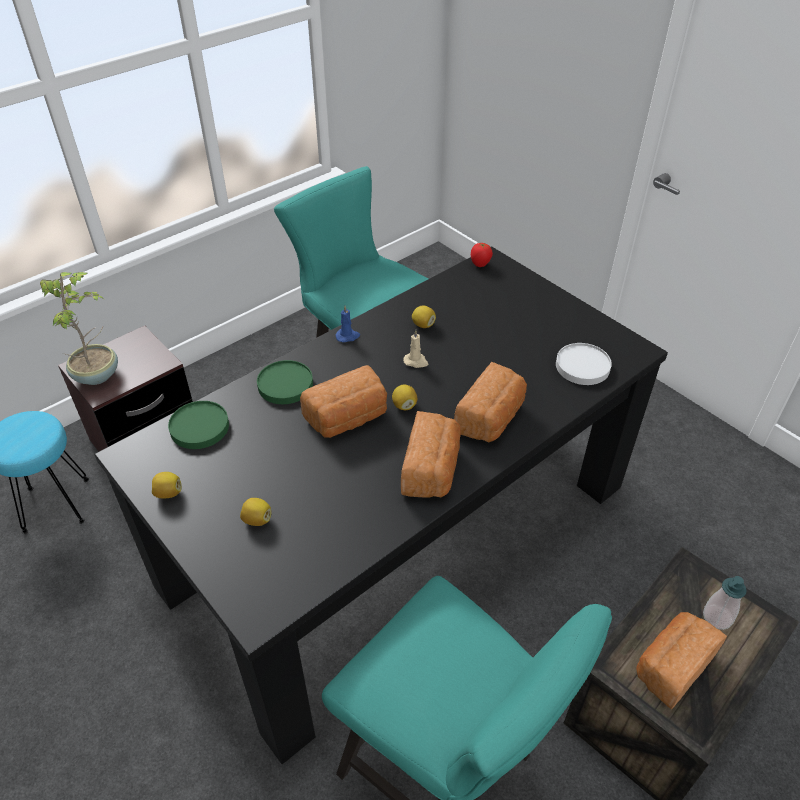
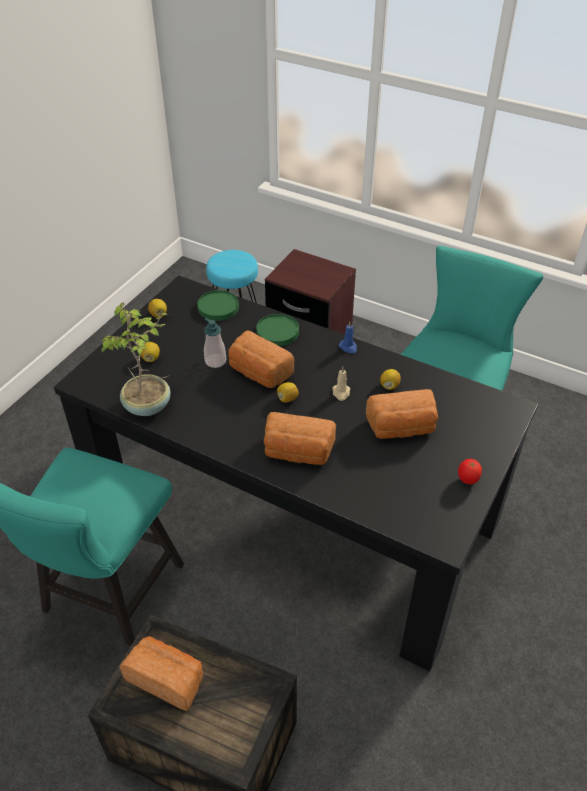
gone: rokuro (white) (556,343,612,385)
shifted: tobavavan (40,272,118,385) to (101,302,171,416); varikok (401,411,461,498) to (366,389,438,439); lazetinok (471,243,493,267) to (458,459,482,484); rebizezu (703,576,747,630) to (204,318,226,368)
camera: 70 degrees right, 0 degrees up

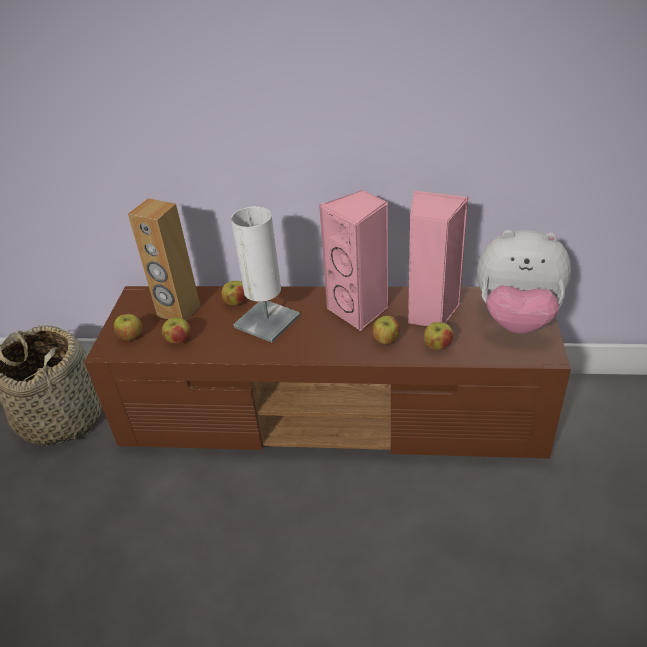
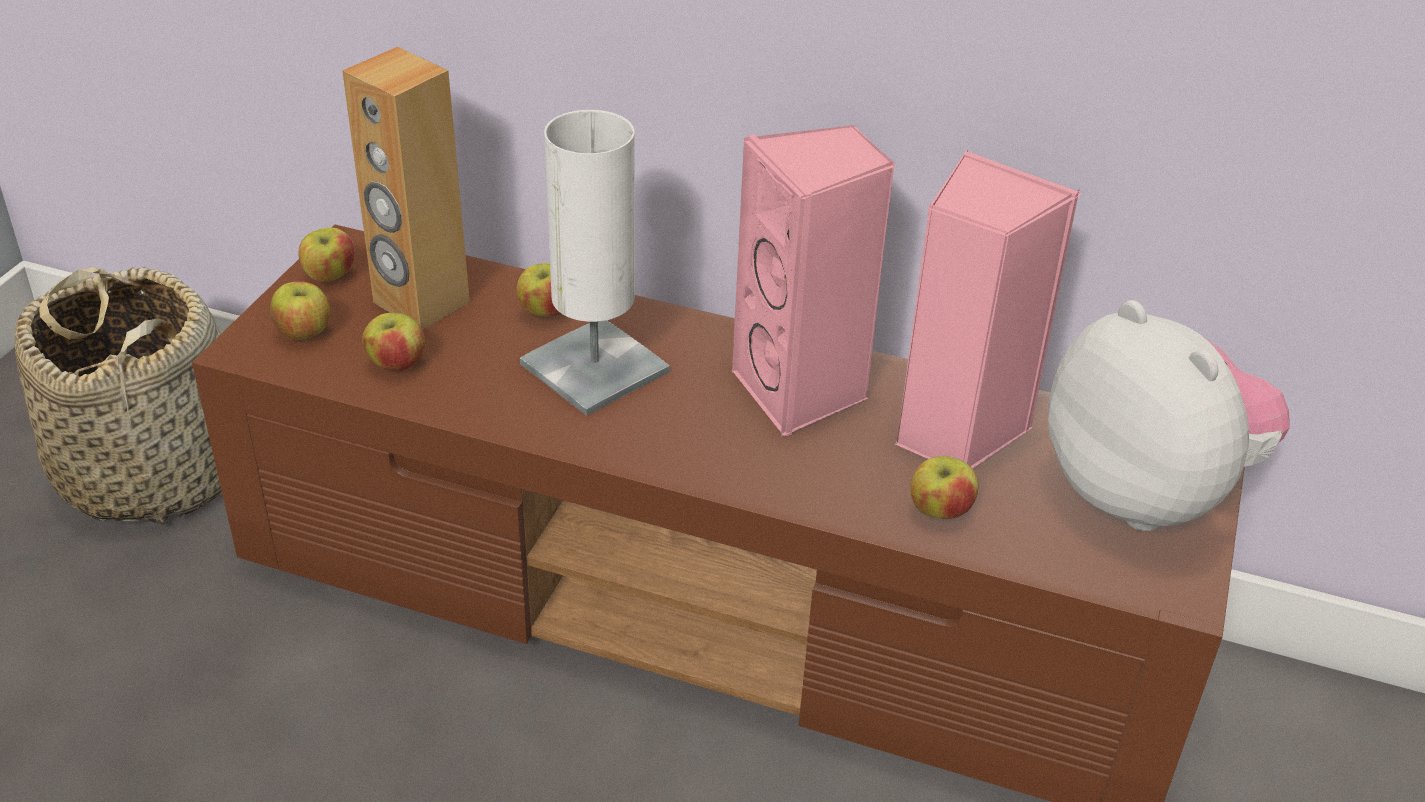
shifted: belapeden (372,316,400,344) to (298,227,355,283)
rotated: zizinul (477,230,571,333) = (1048,300,1290,531) 150 degrees counterclockwise
camera: 10 degrees right, 0 degrees up

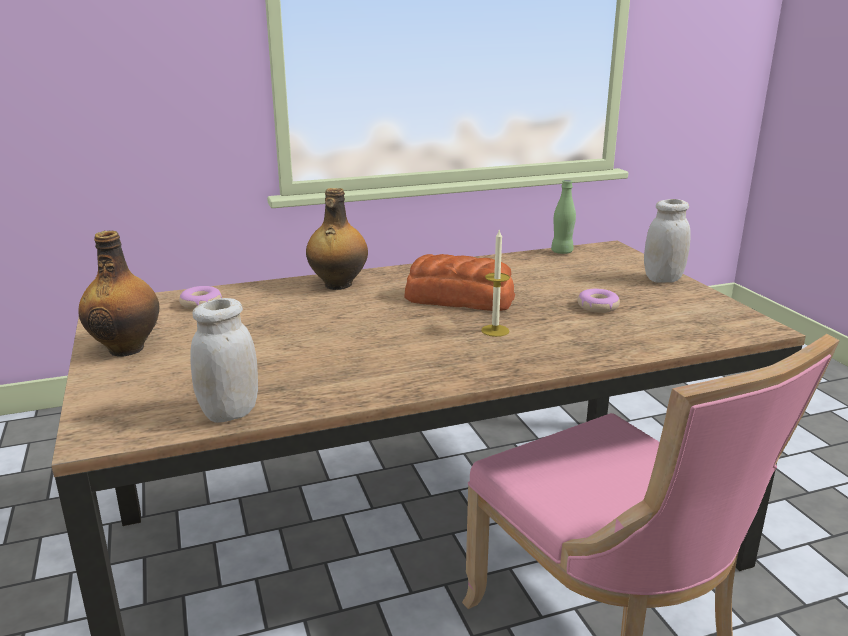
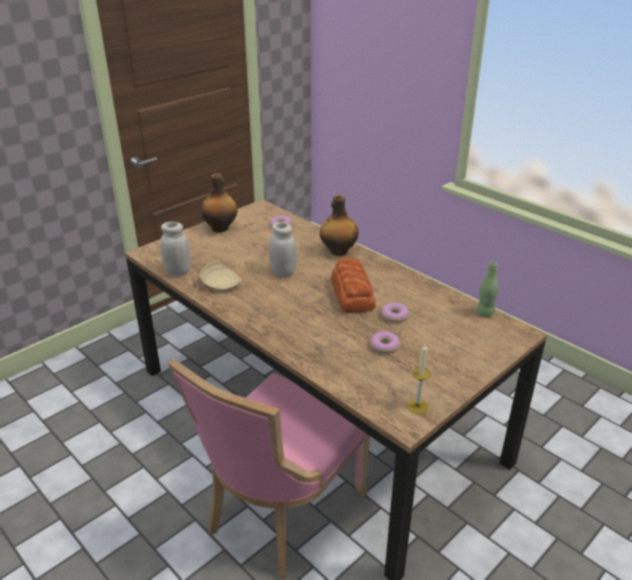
new: rokuro (beige) (200,262,241,291); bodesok (381,303,409,323)
shifted: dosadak (481,230,510,337) to (407,345,431,414); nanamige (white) (644,199,690,283) to (269,222,297,277)
camera: 65 degrees right, 10 degrees up

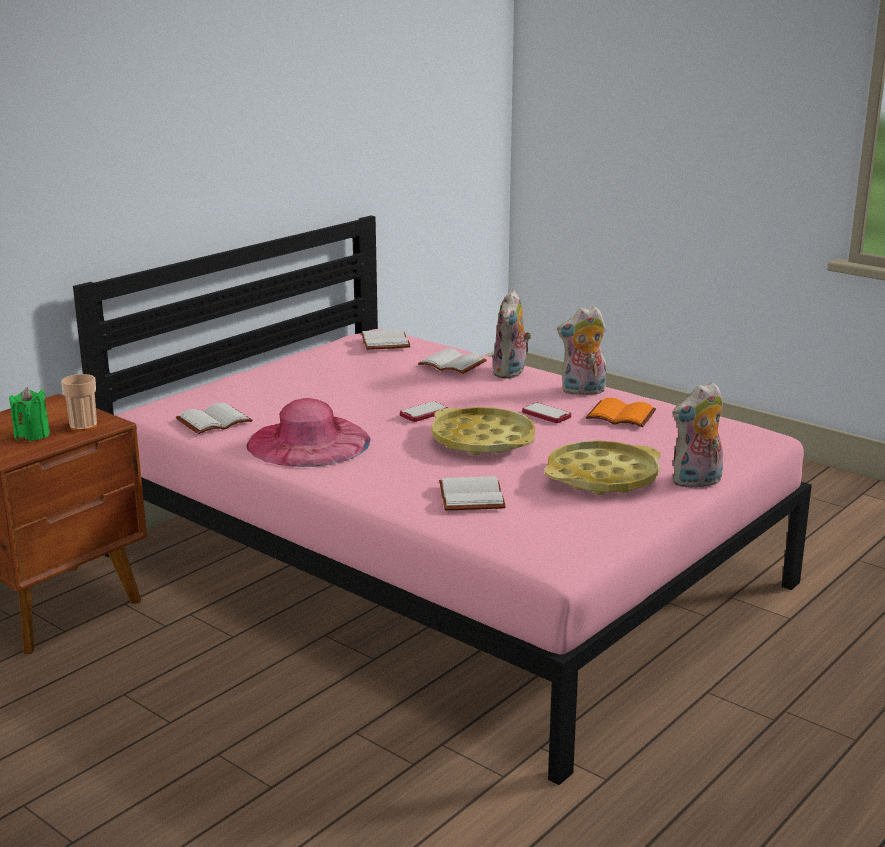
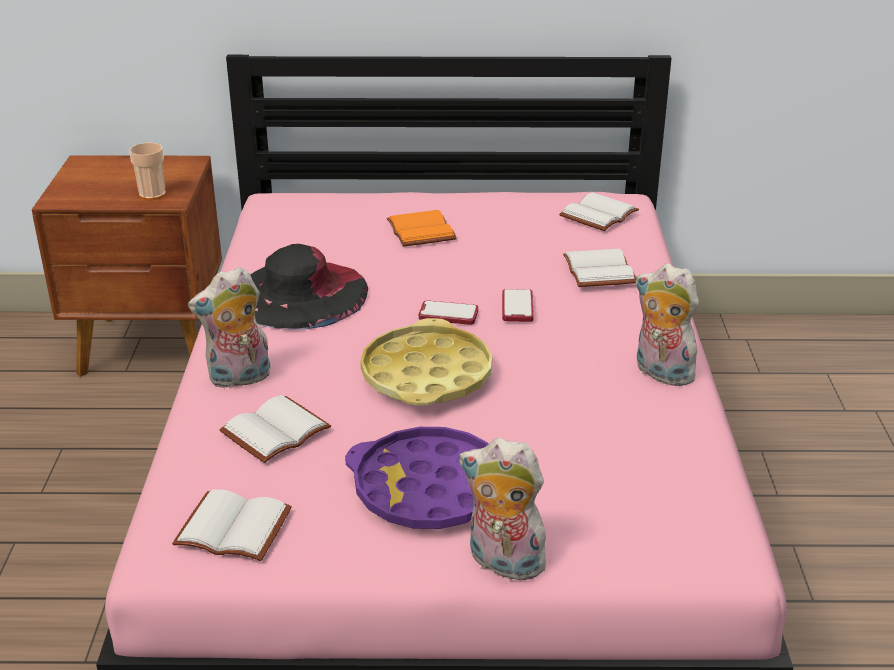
gone: dosadak (green) (9,387,50,441)
shifted: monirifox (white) (176,403,252,434) to (172,489,292,561); zizinul (493,289,531,379) to (188,267,271,389); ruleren (522,403,571,423) to (502,289,534,322); monirifox (orange) (586,398,656,427) to (387,210,457,247)
repainted: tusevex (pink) (247,398,371,467) to tusevex (black) (250,244,368,330); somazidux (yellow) (545,440,661,495) to somazidux (purple) (345,427,488,529)
camera: 50 degrees right, 10 degrees up

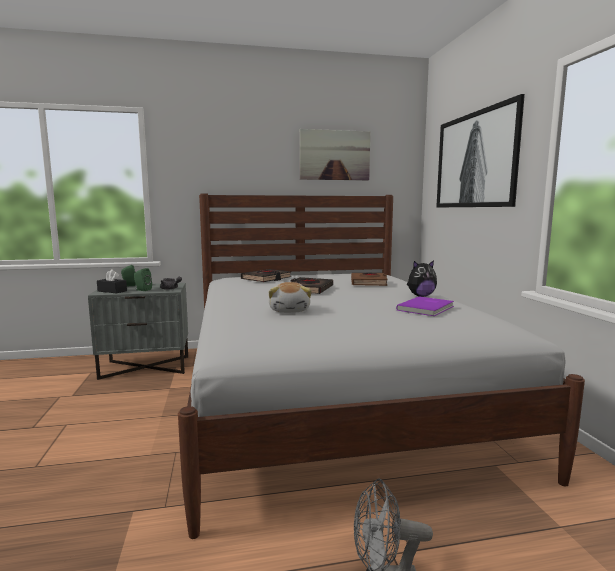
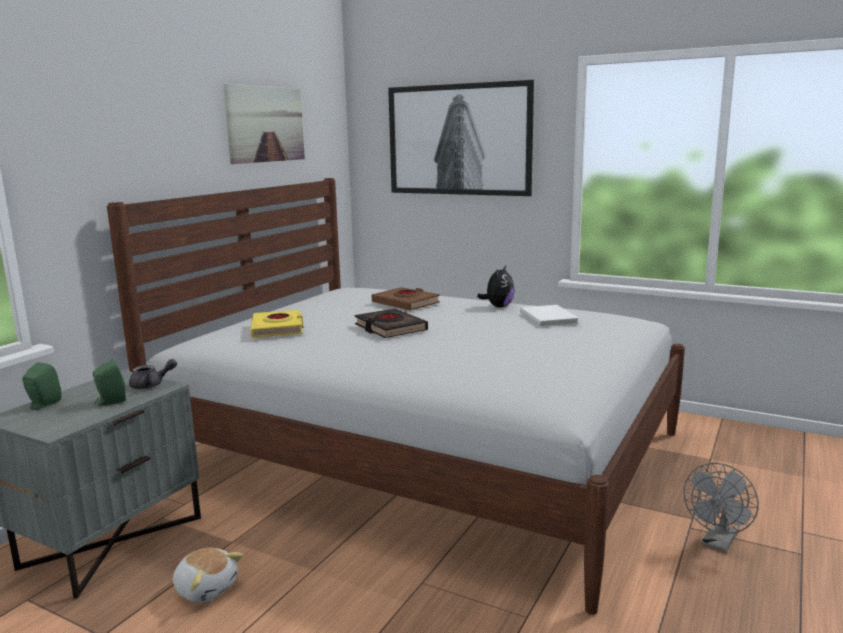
gone: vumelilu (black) (97,269,127,293)
shifted: zizinul (269,282,312,313) to (173,548,243,603)
repainted: monirifox (black) (241,269,291,282) to monirifox (yellow) (250,310,303,338); monirifox (purple) (396,297,454,316) to monirifox (white) (520,305,579,327)
camera: 50 degrees left, 5 degrees up

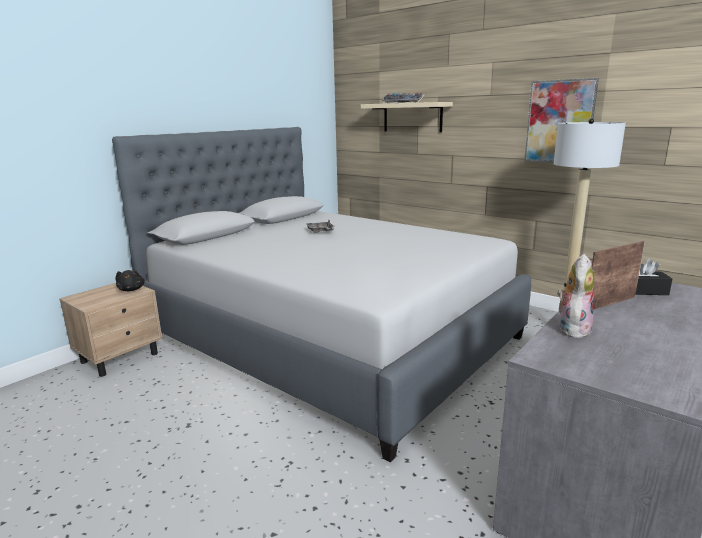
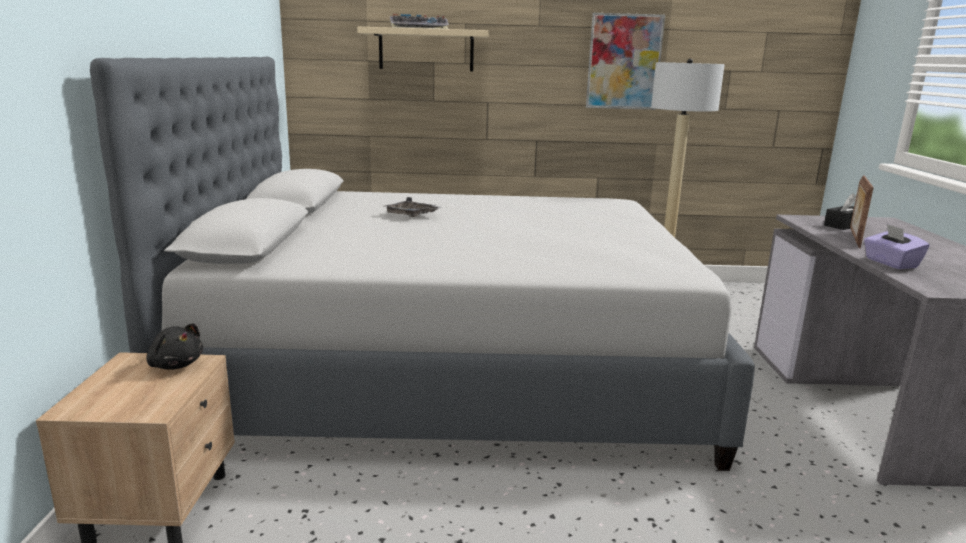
swapped: zizinul (557,254,594,338) to vumelilu (purple) (864,224,930,269)
camera: 40 degrees left, 0 degrees up

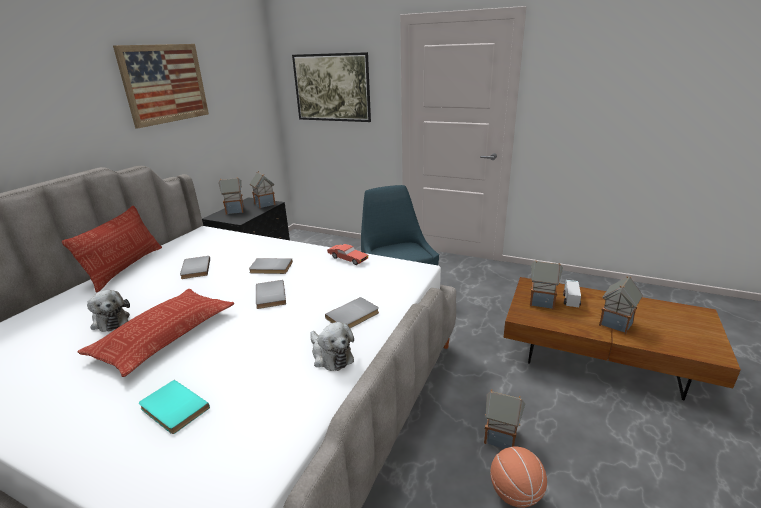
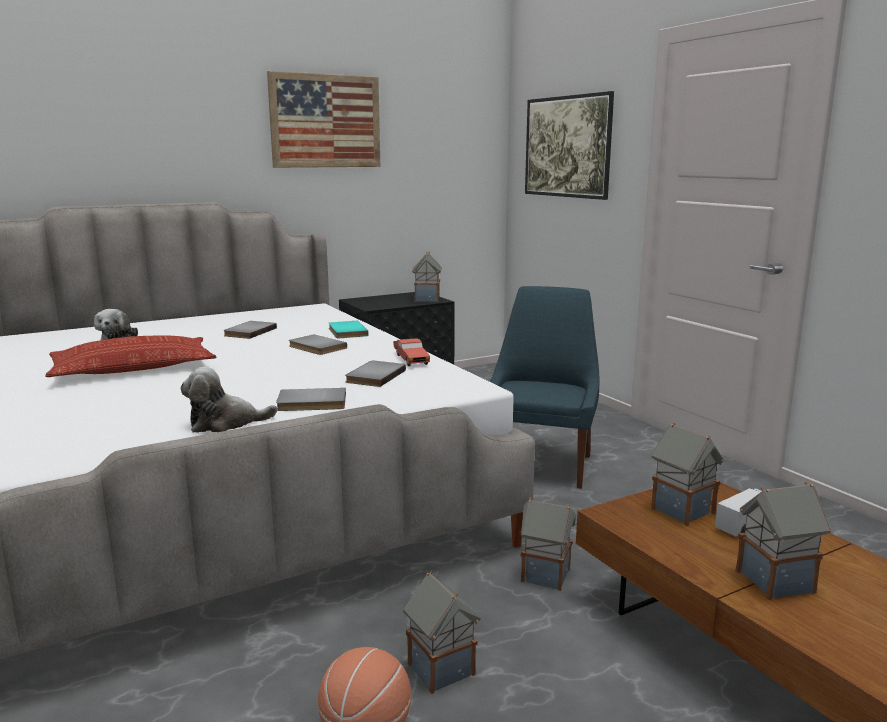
gone: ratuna (62,206,162,292)
shifted: monirifox (turquoise) (139,380,210,434) to (329,321,369,338); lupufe (218,178,244,215) to (520,497,576,591); monirifox (grey) (256,280,286,309) to (345,361,406,387)
rotated: zizinul (310,322,354,371) = (180,367,277,433) 75 degrees clockwise
camera: 35 degrees right, 10 degrees down

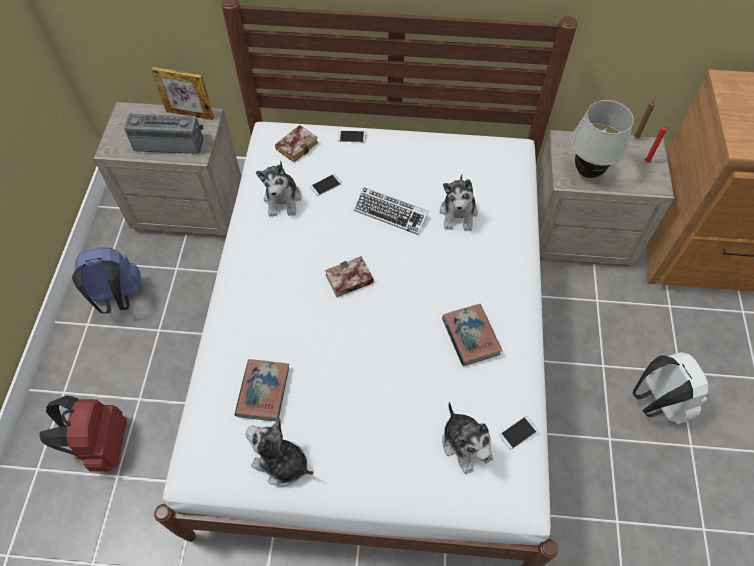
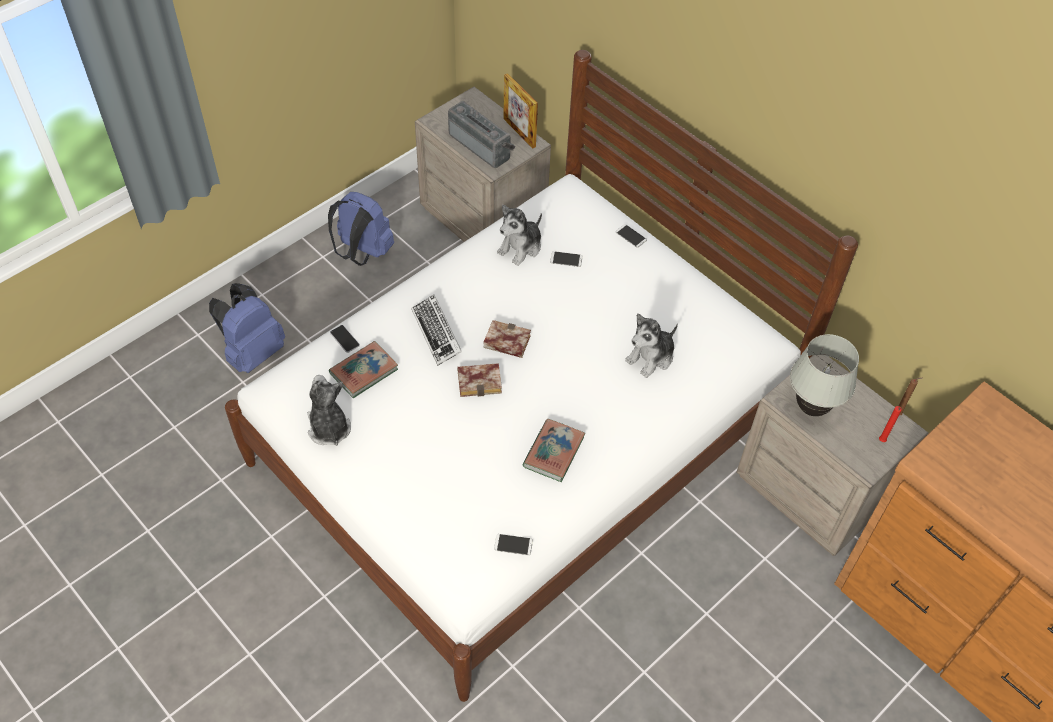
gone: zizinul (442,402,493,474); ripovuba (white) (633,352,709,424)
new: ruleren (330,325,360,353)
shifted: monirifox (275,125,318,162) to (457,363,502,397); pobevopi (354,187,429,235) to (411,295,462,366)
repainted: ripovuba (red) (39,395,127,472) to ripovuba (blue) (209,283,285,373)
camera: 40 degrees right, 5 degrees down

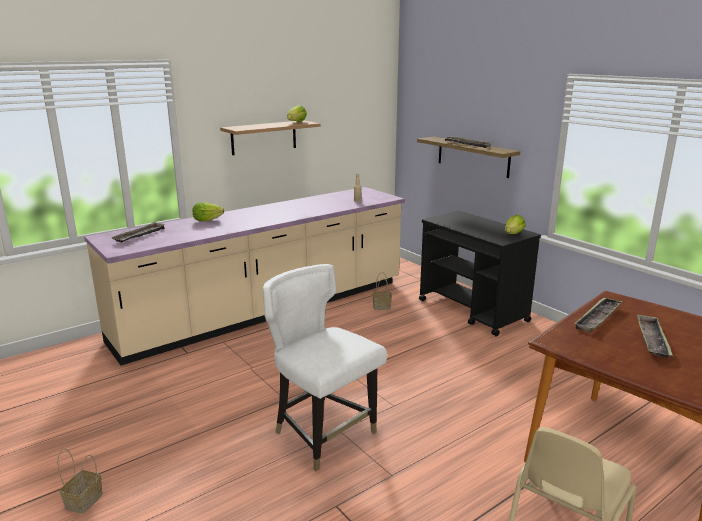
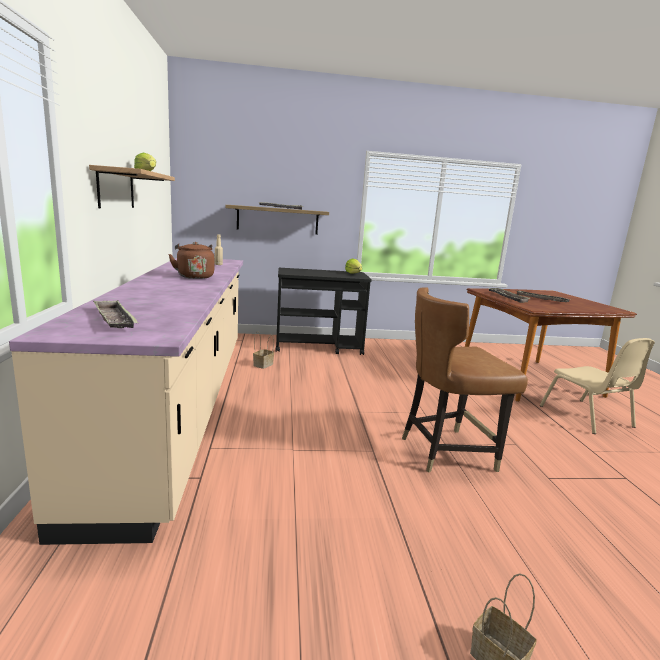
gone: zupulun (193,202,224,221)
new: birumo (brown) (168,242,214,279)
repainted: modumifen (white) (263,264,387,471) to modumifen (brown) (402,287,528,472)
camera: 60 degrees left, 5 degrees down

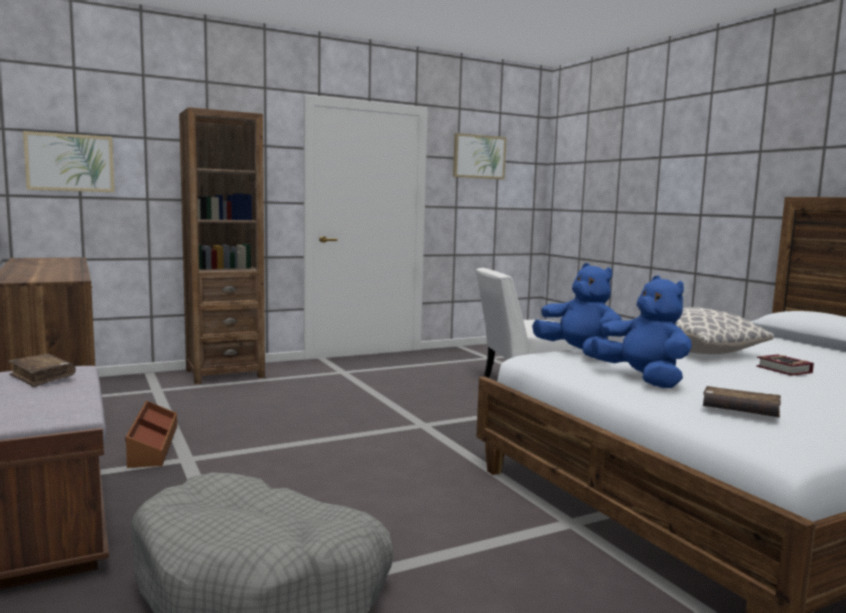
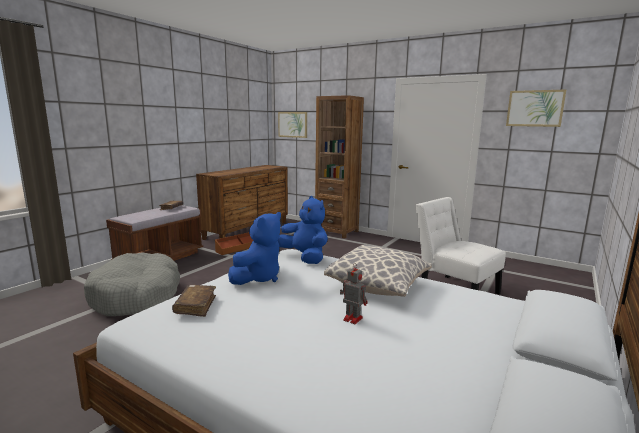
swapped: monirifox (756,354,814,376) to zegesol (340,263,368,324)
rotated: zizinul (blue) (532,263,622,359) = (277,196,328,264) 60 degrees counterclockwise
camera: 60 degrees right, 5 degrees up

